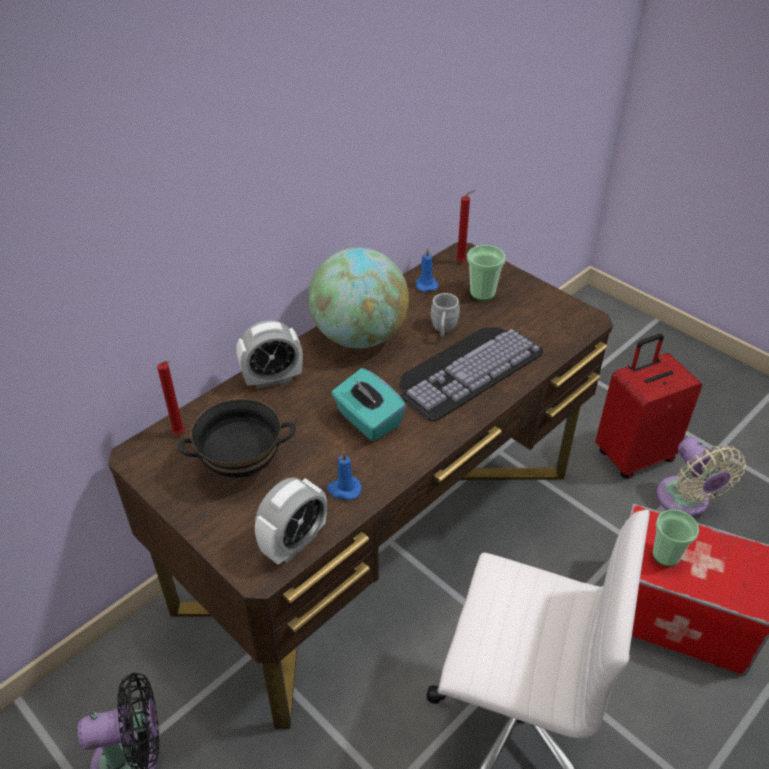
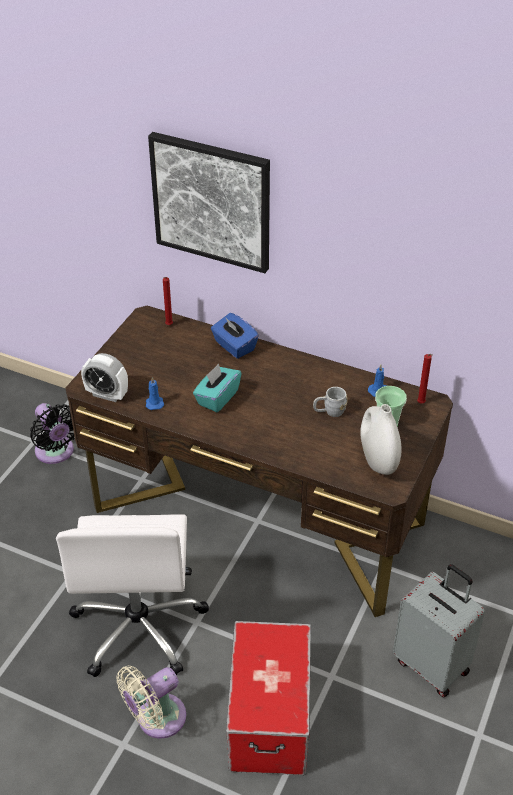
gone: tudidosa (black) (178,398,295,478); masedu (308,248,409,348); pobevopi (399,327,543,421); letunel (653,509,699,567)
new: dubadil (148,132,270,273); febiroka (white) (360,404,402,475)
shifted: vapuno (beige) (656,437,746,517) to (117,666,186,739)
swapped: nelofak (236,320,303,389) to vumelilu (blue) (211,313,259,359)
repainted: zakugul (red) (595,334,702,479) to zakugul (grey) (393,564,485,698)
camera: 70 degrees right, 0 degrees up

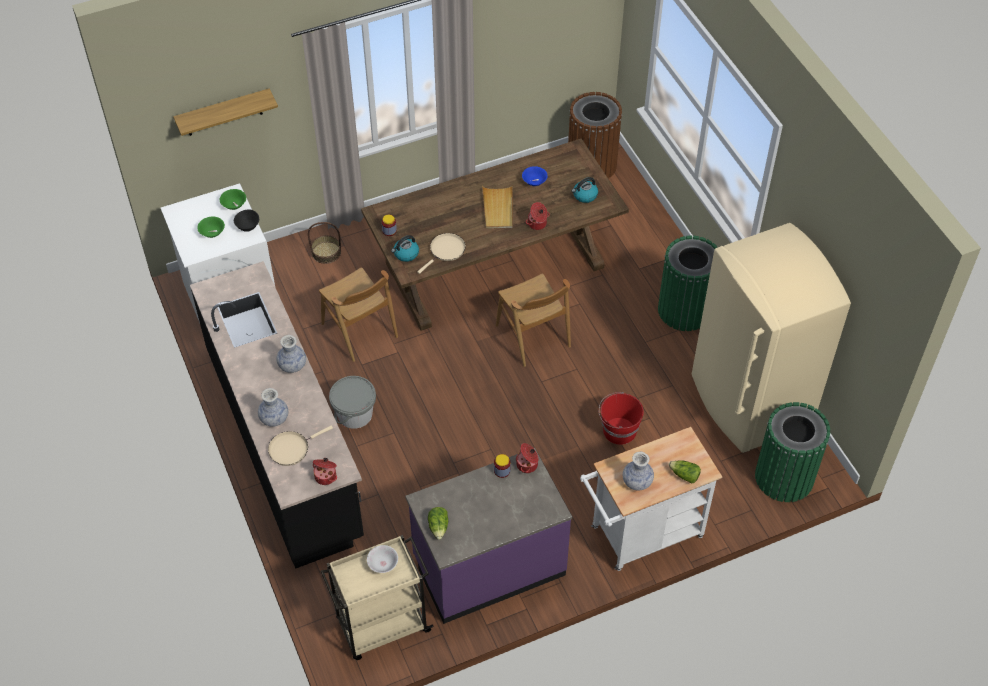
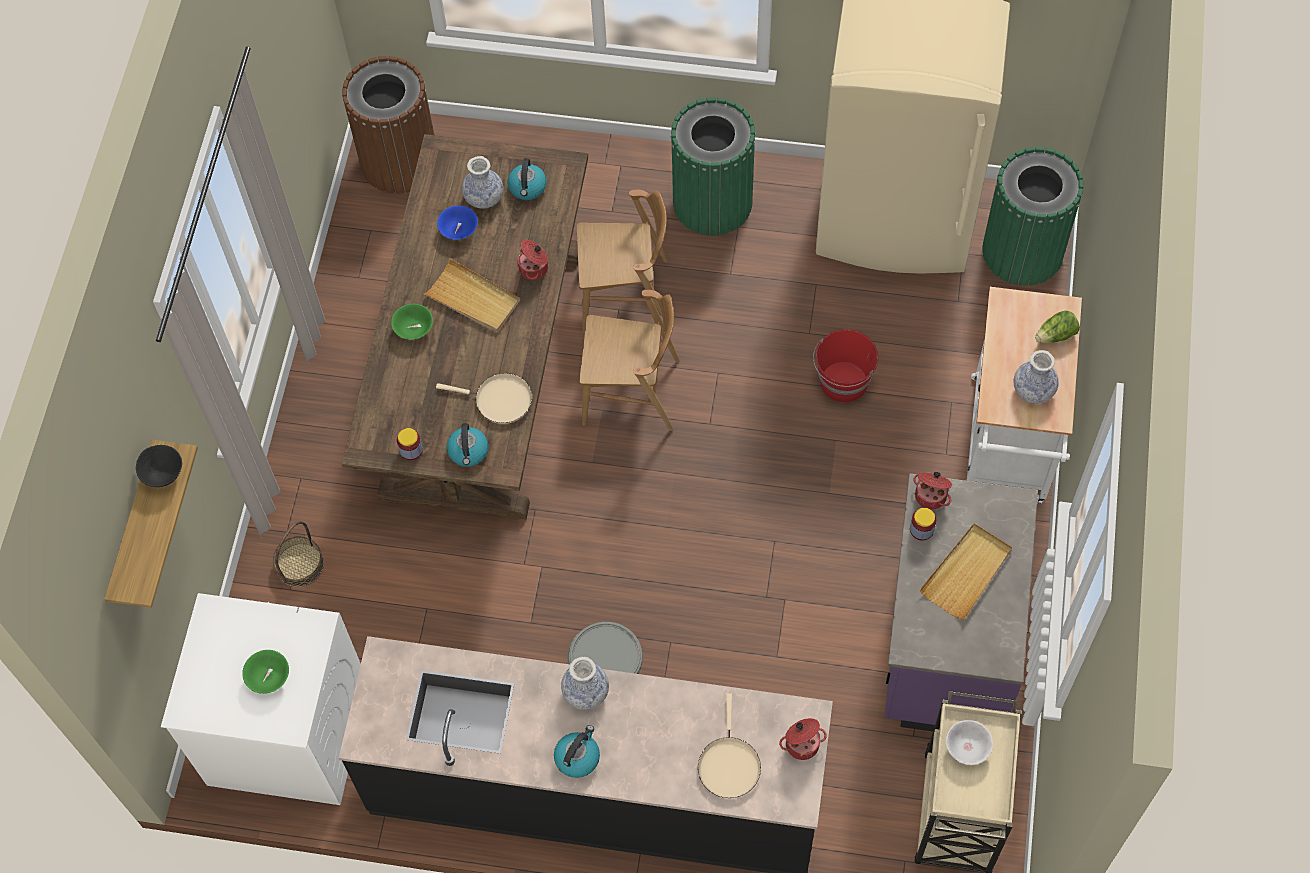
gone: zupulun (428,507,448,540)
new: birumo (554,725,600,778); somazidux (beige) (919,523,1012,620)
shifted: tudidosa (green) (220,189,246,210) to (391,304,433,340); tudidosa (black) (234,209,259,232) to (136,445,182,487); febiroka (258,388,288,427) to (462,156,503,209); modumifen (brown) (319,268,398,362) to (577,189,668,333)
rotated: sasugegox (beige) (417,233,466,274) = (436,373,532,424) 120 degrees clockwise
camera: 55 degrees left, 10 degrees up

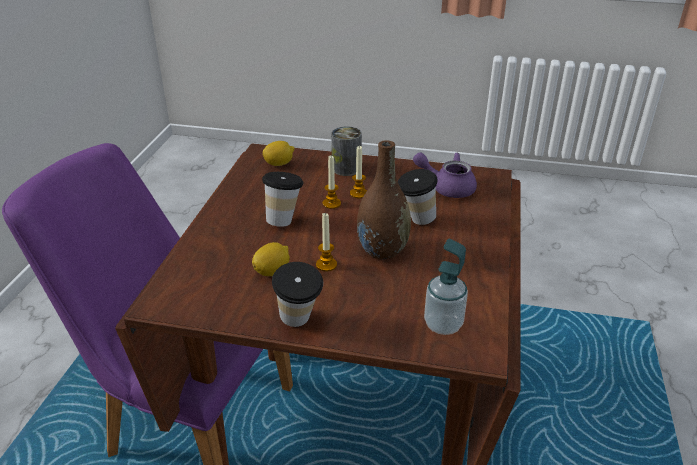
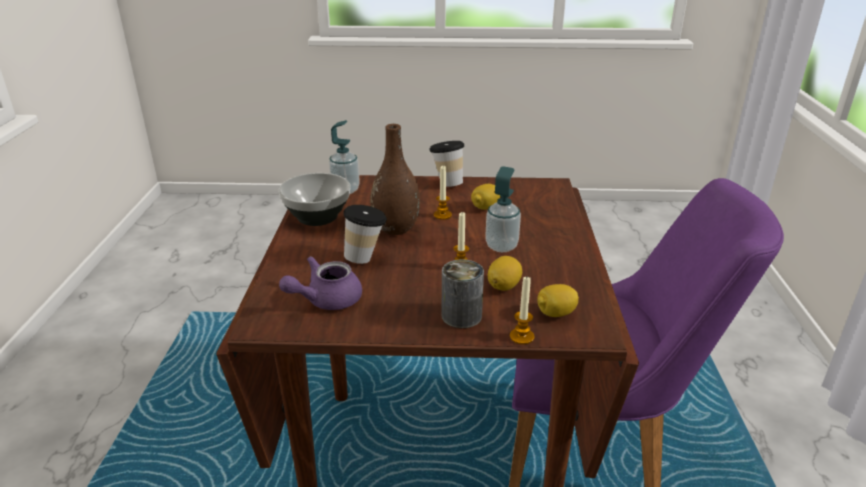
new: tudidosa (279,173,350,226); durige (488,256,522,291)
shifted: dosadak (350,145,367,198) to (510,277,534,345)
swapped: letunel (262,172,303,227) to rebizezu (485,166,521,252)
rotated: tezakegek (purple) (413,152,477,198) = (279,256,362,310) 135 degrees clockwise
camera: 170 degrees right, 5 degrees down

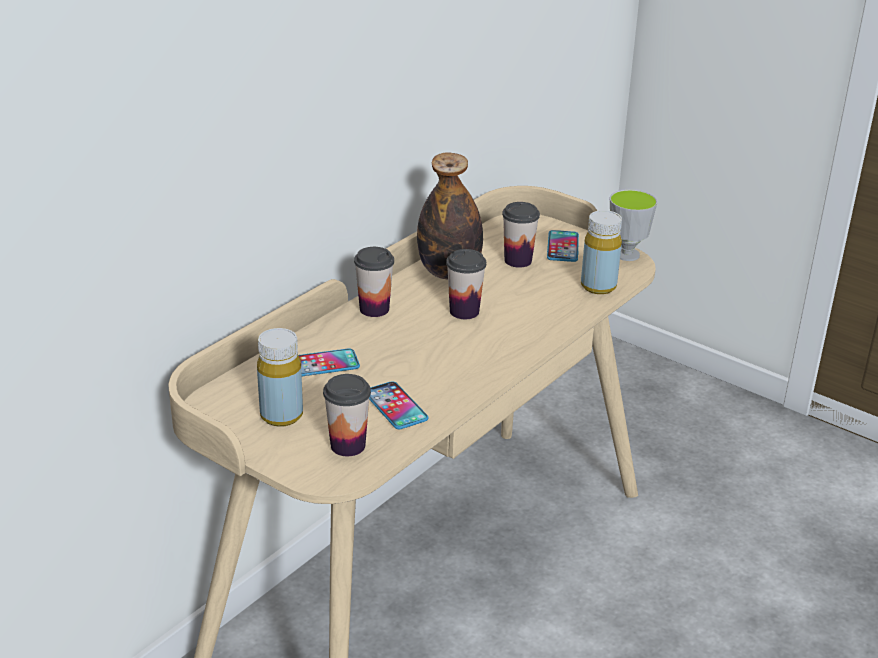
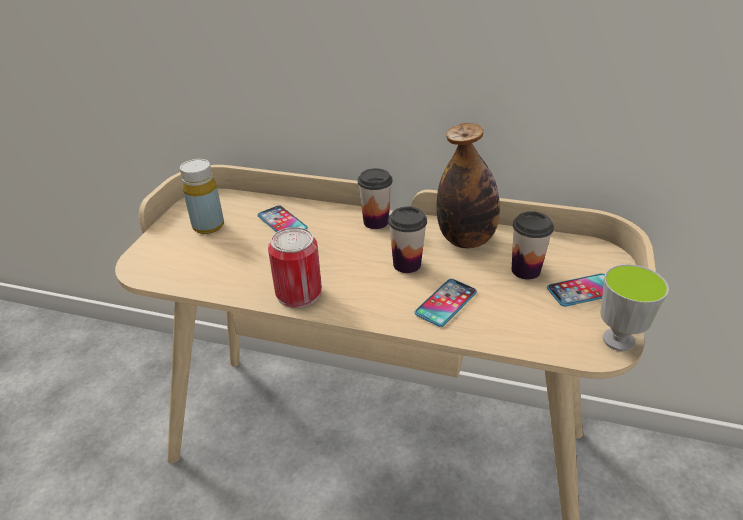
gone: letunel (323,374,371,456); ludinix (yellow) (581,210,622,294)
new: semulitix (268,227,322,308)
shifted: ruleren (369,381,428,429) to (415,279,477,327)
camera: 70 degrees right, 5 degrees up

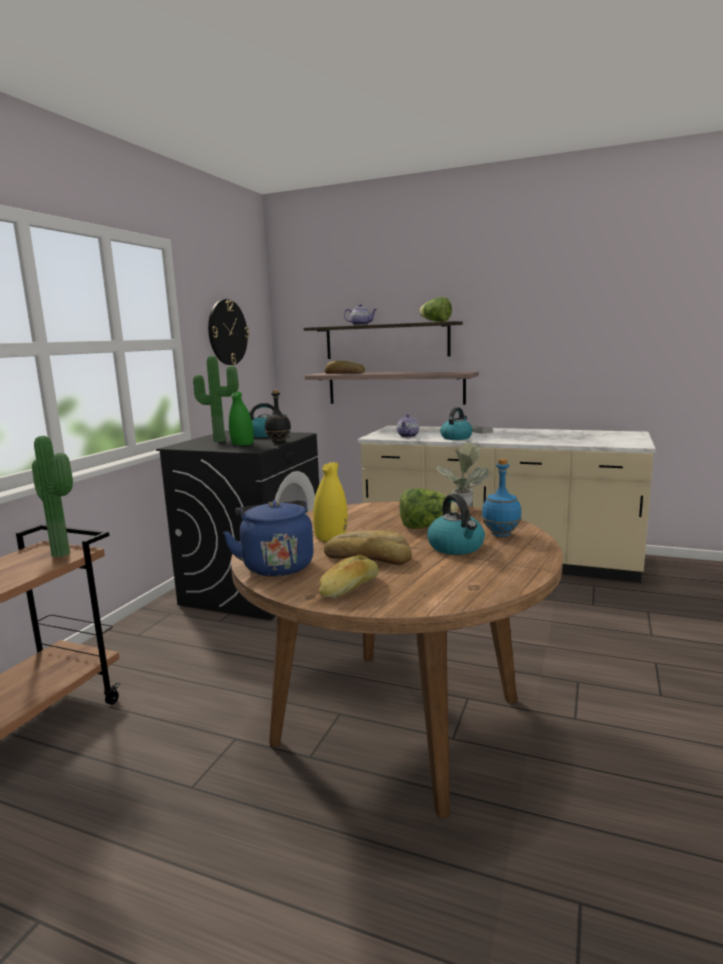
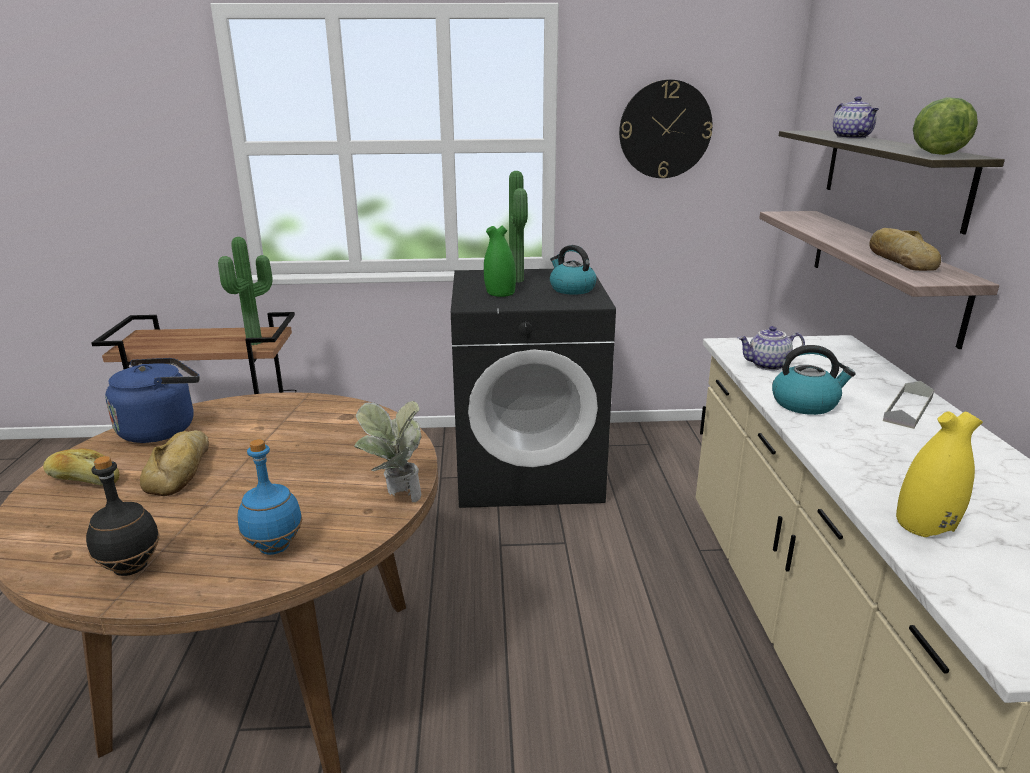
gone: zupulun (400,488,457,529); birumo (427,494,485,555)
shifted: ludinix (black) (265,390,291,443) to (86,456,160,576); febiroka (yellow) (313,462,348,542) to (896,411,983,537); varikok (325,361,365,374) to (870,228,941,271)
camera: 65 degrees right, 10 degrees up

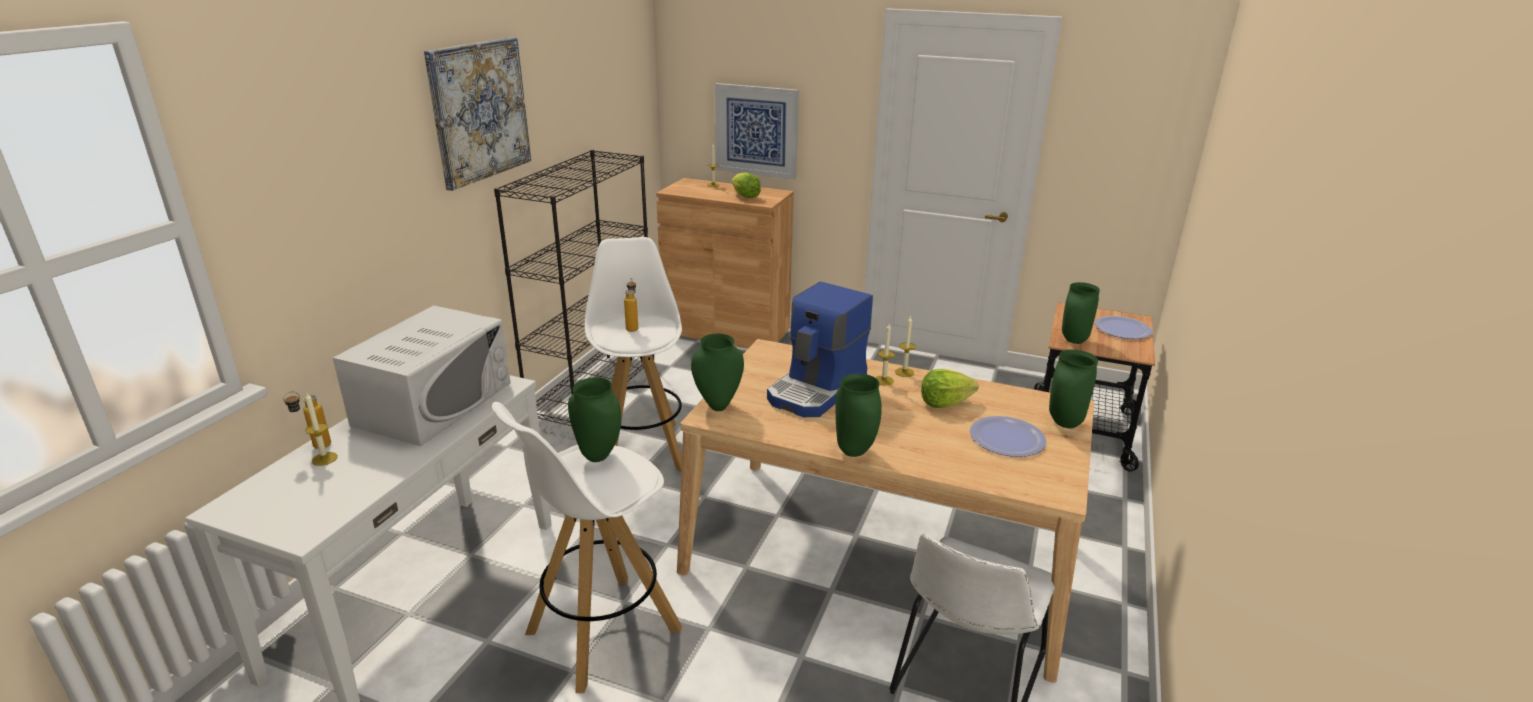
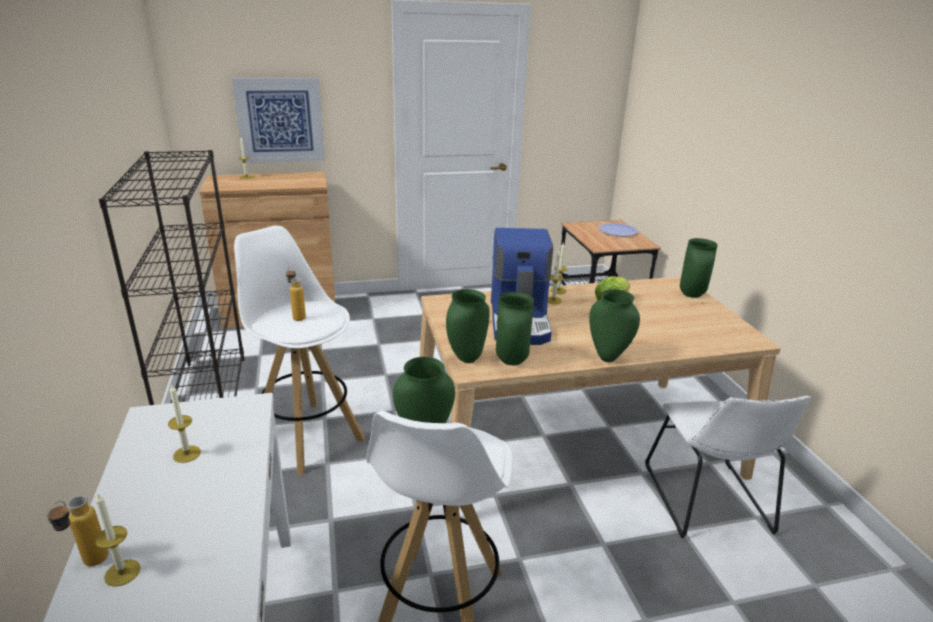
gone: dubadil (424,37,531,191); zupulun (731,172,761,198); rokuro (970,416,1047,457)
shifted: febiroka (green) (1062,282,1100,344) to (496,292,534,365)
swapped: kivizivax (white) (333,305,511,446) to dosadak (168,385,201,463)
camera: 35 degrees left, 0 degrees up

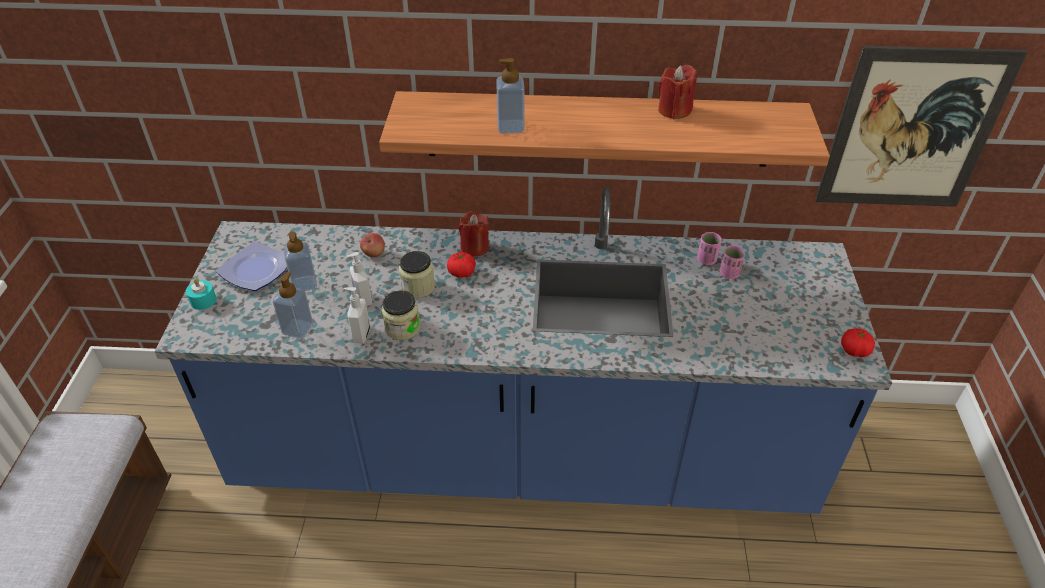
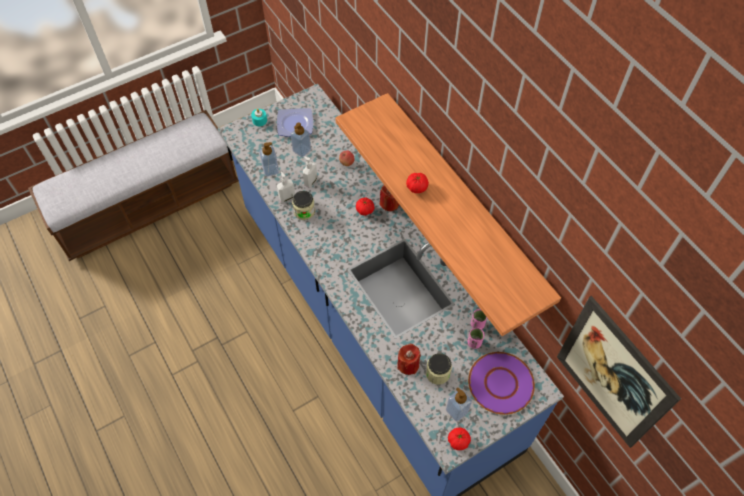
new: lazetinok (406,173,429,193); rokuro (purple) (468,352,535,415)
shifted: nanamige (399,251,435,298) to (426,353,452,385); rebizezu (496,58,525,134) to (446,388,472,421); dosadak (red) (658,65,697,119) to (397,344,421,375)
camera: 55 degrees right, 15 degrees up

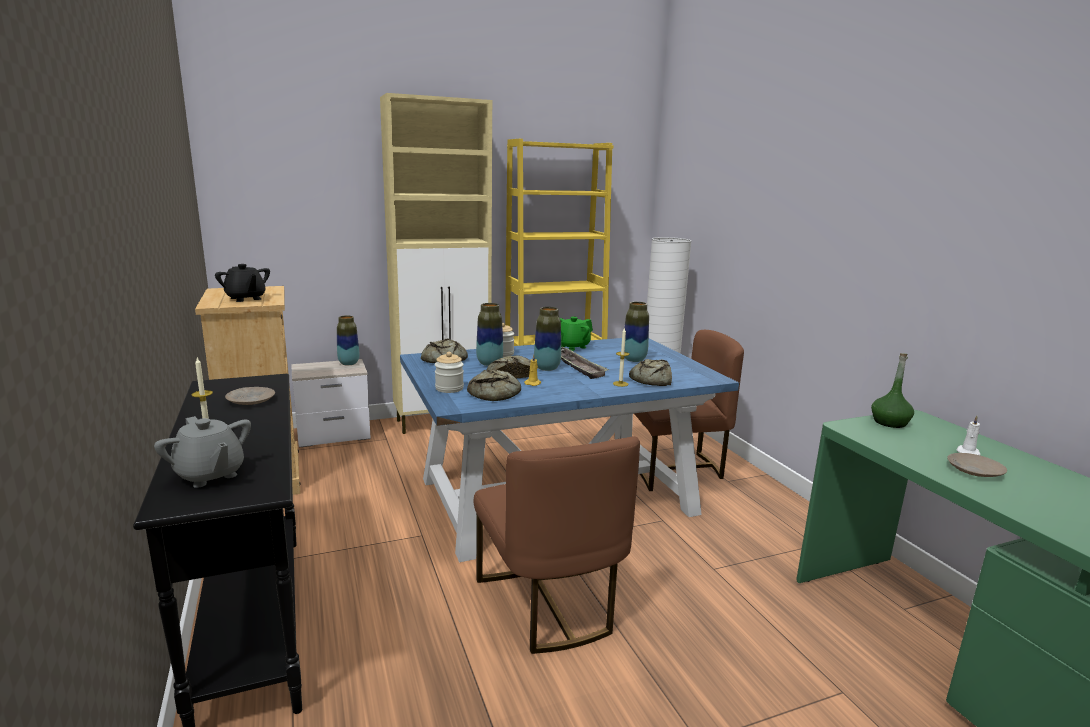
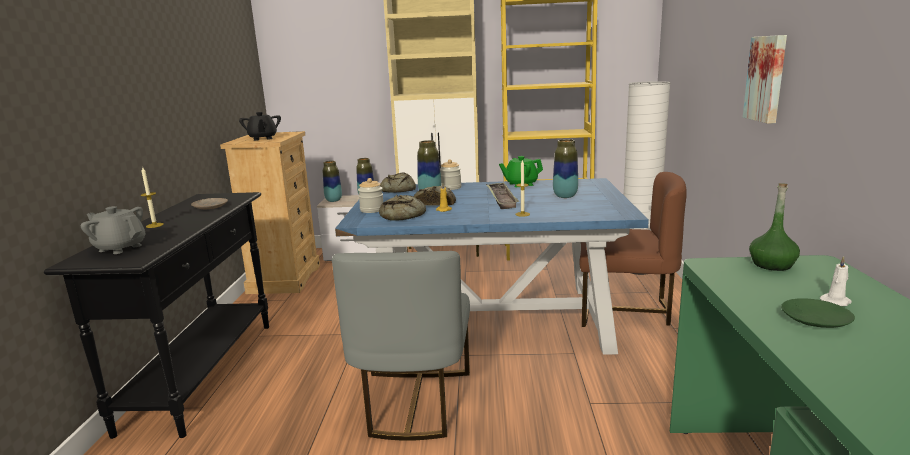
gone: varikok (629,359,672,386)
new: dubadil (743,35,787,124)
shifted: febiroka (534,307,561,371) to (323,161,342,202)
repainted: modumifen (brown) (474,436,640,654) to modumifen (grey) (332,251,470,441); rokuro (beige) (947,453,1007,477) to rokuro (green) (781,298,855,328)
rotated: tezakegek (grey) (154,416,251,488) = (81,206,146,254) 135 degrees clockwise
camera: 25 degrees right, 0 degrees up

